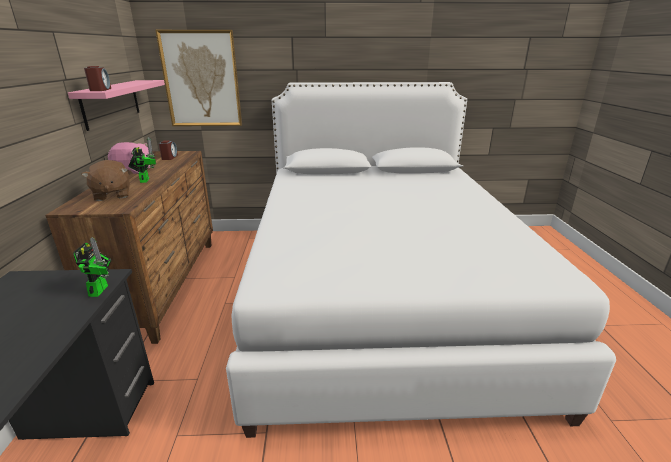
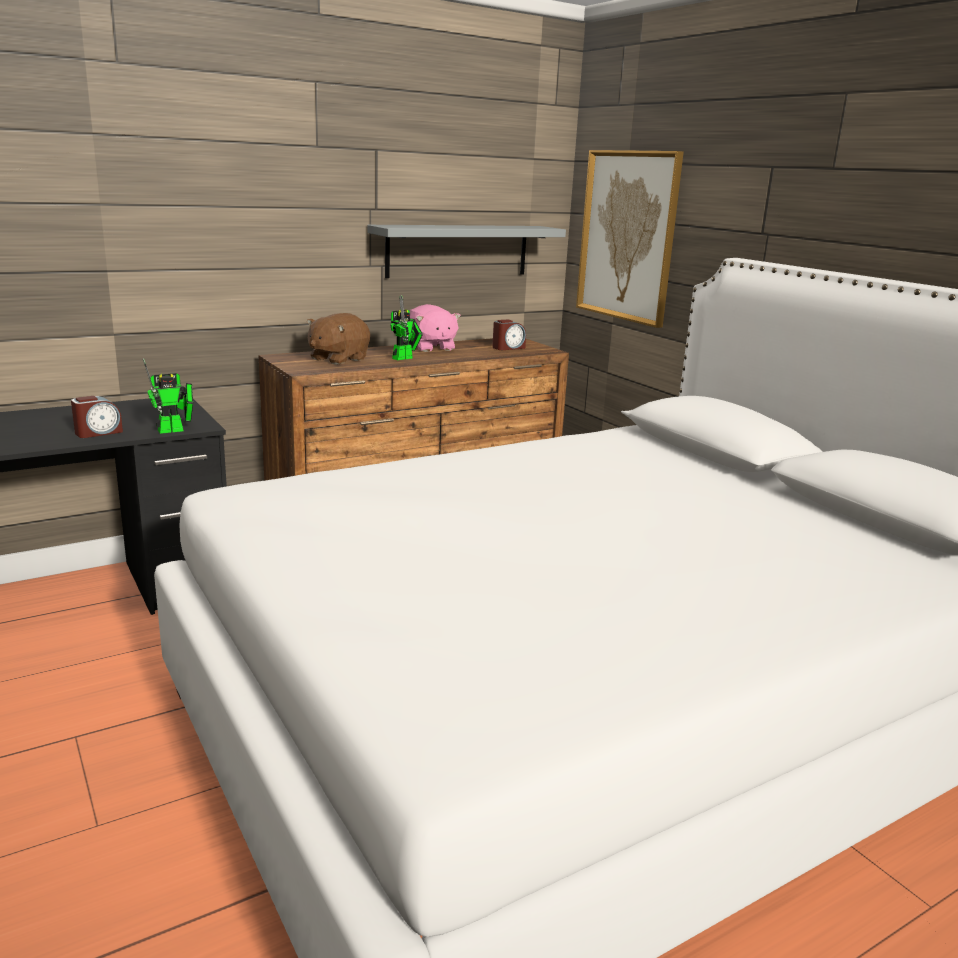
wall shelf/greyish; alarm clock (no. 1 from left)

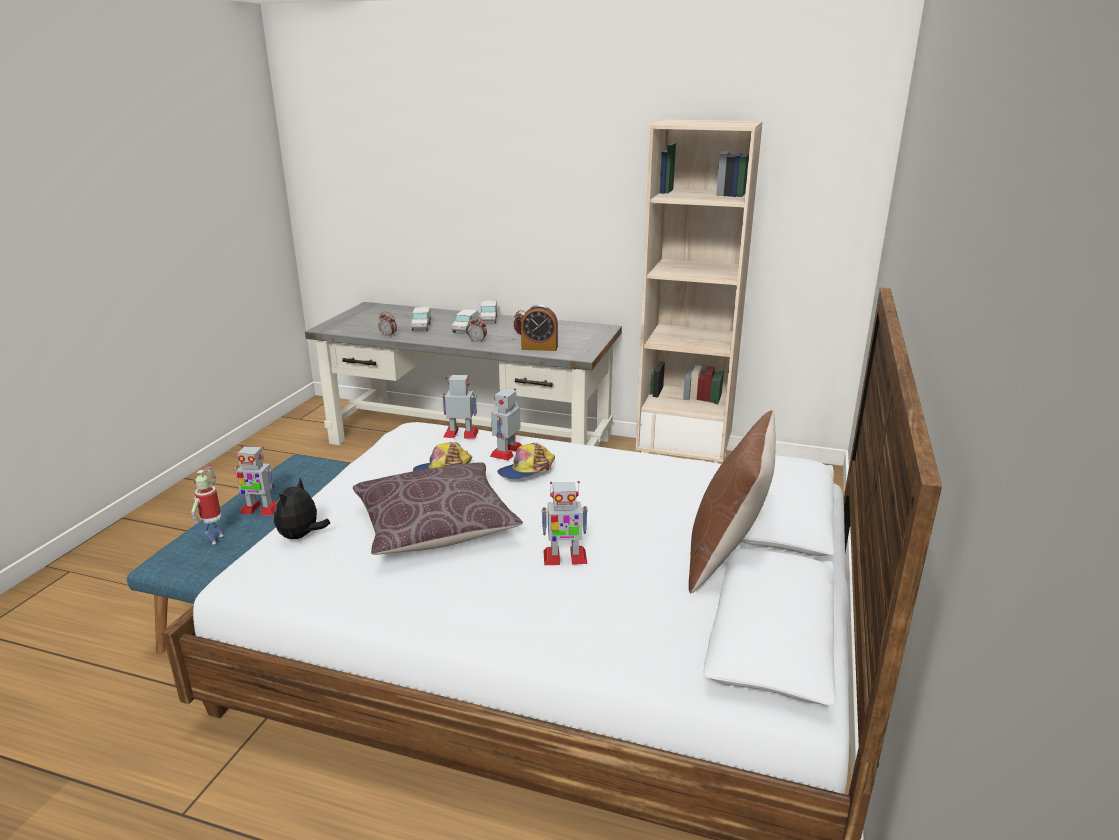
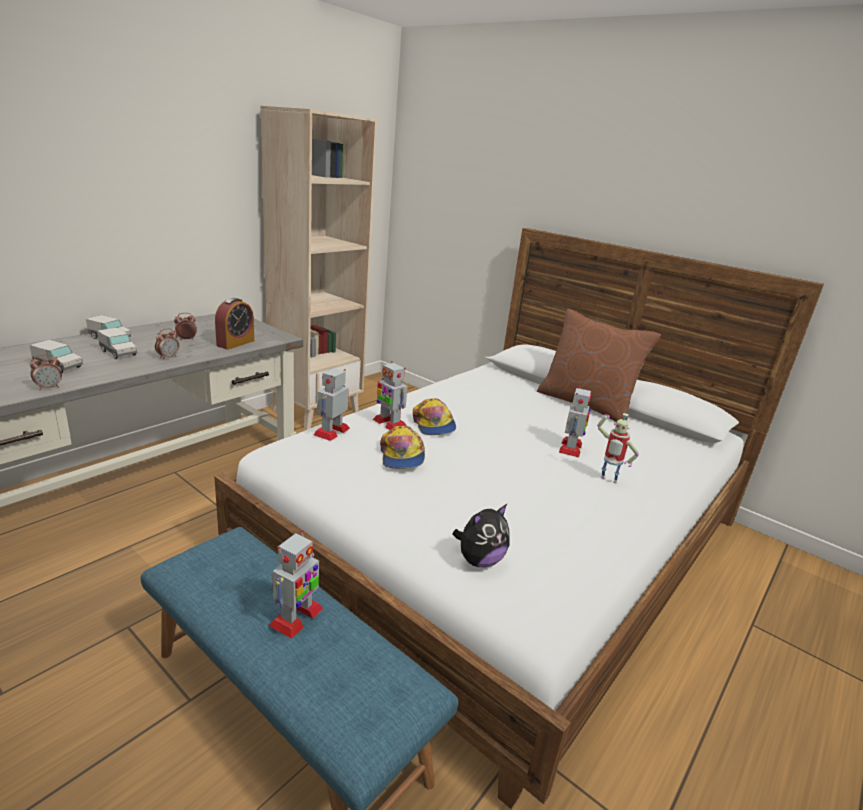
model robot (no. 5 from left); cuddly toy; pillow/brown-coloured (no. 1 from left in the first image)

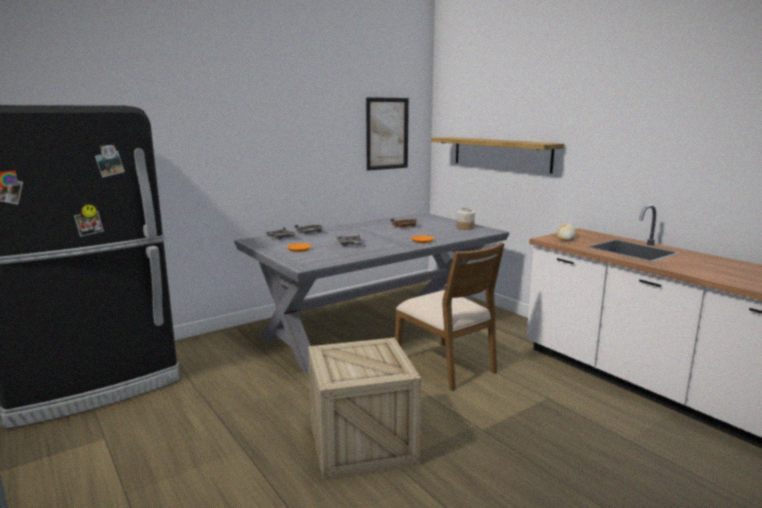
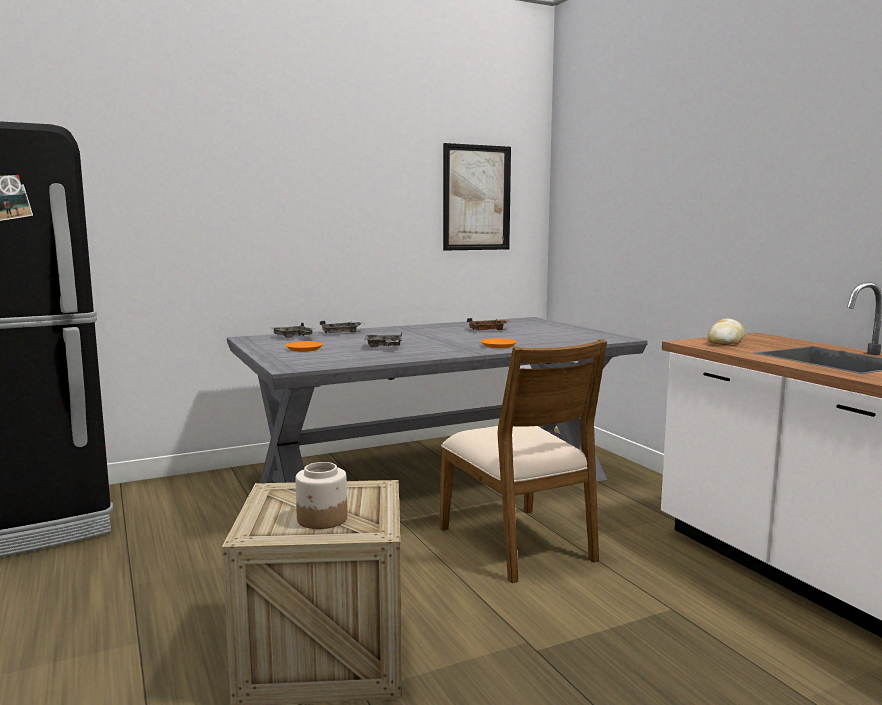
wall shelf; jar

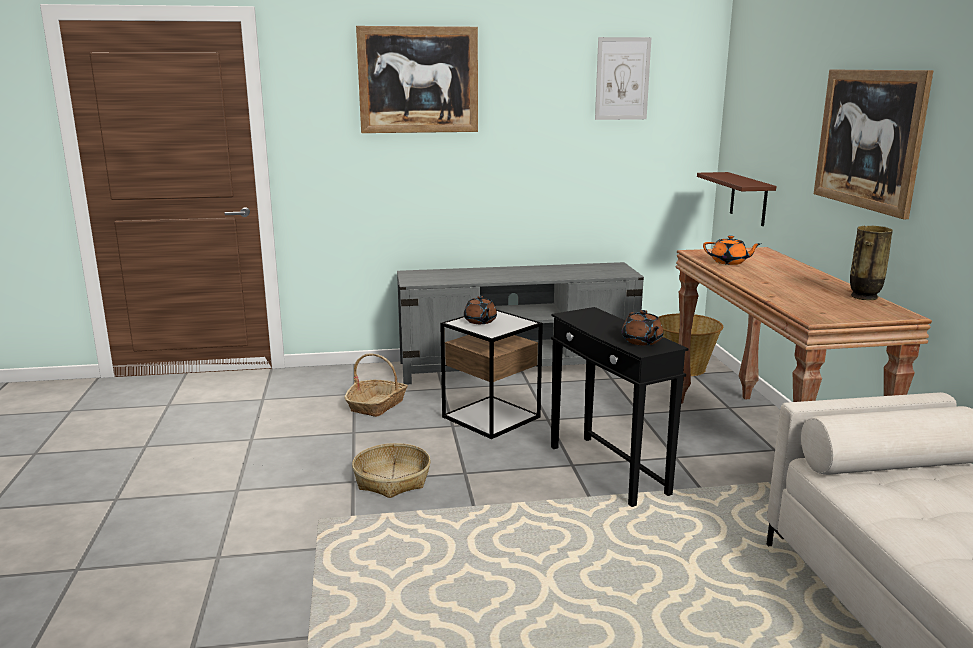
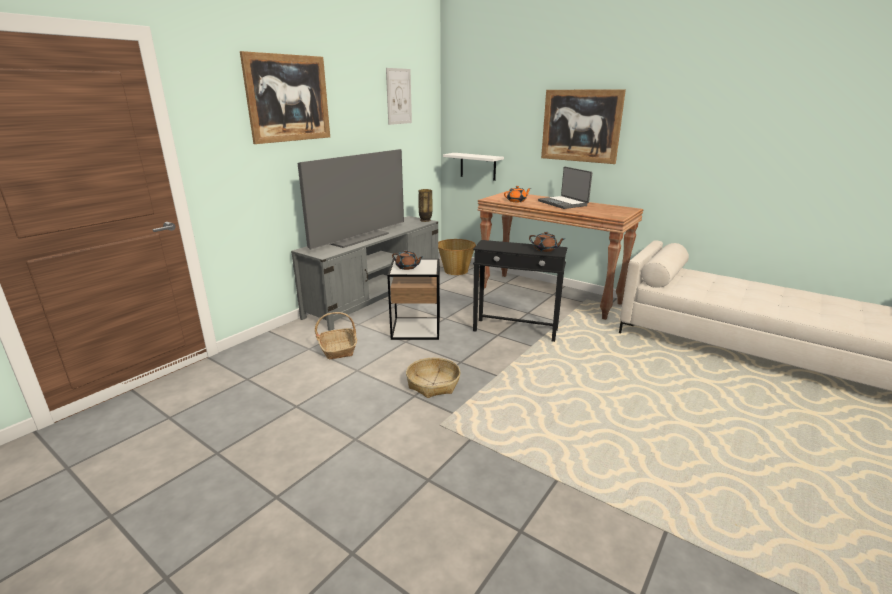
wall shelf/white; vase; TV; notebook computer

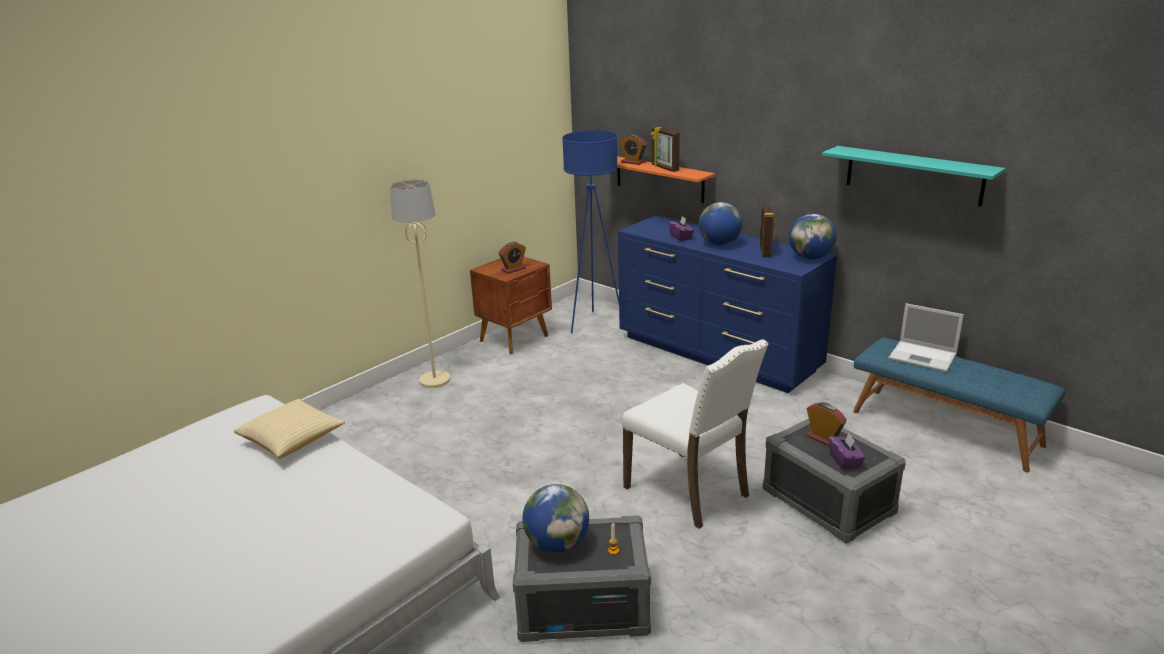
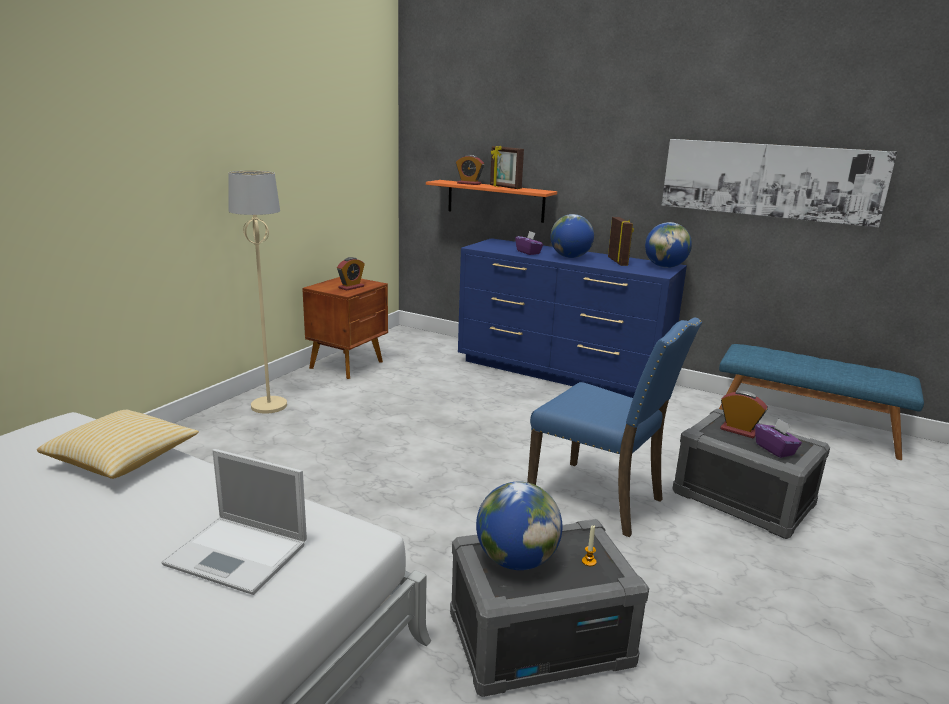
standard lamp/blue; plain chair/blue; wall picture; notebook computer

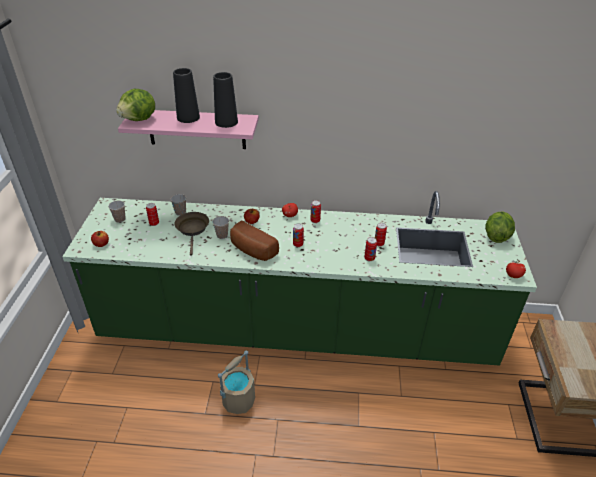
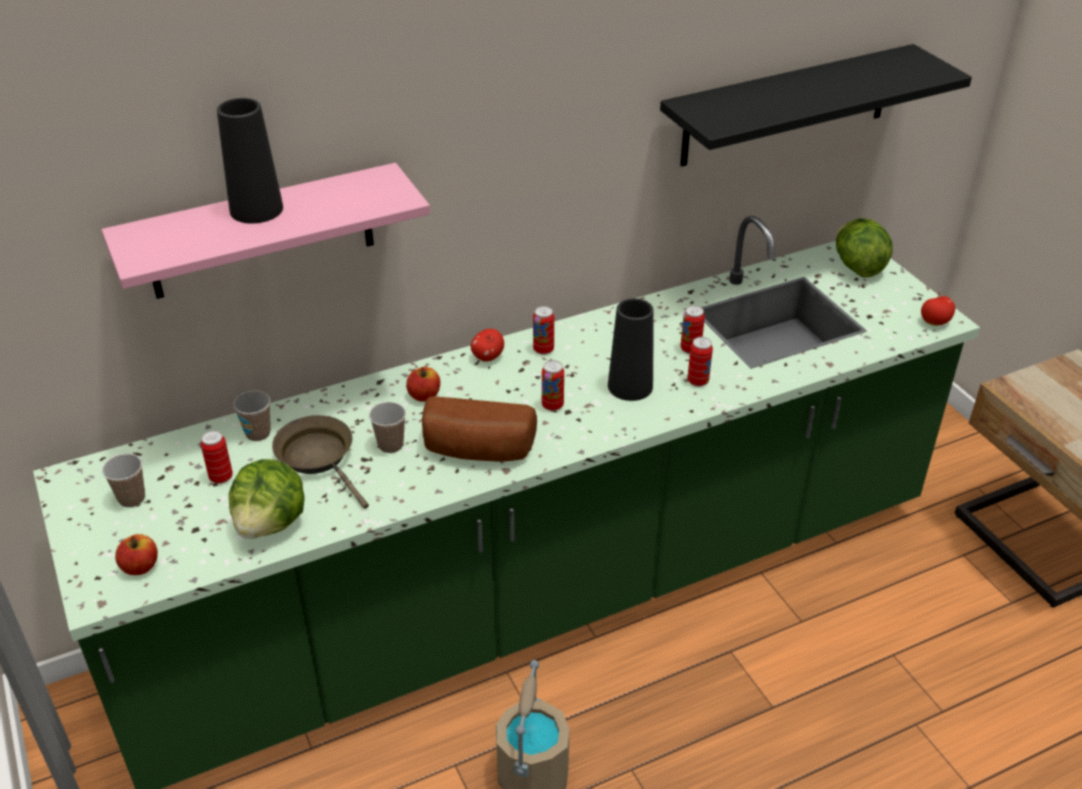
lettuce (no. 1 from left); vase/black (no. 2 from left); wall shelf/black

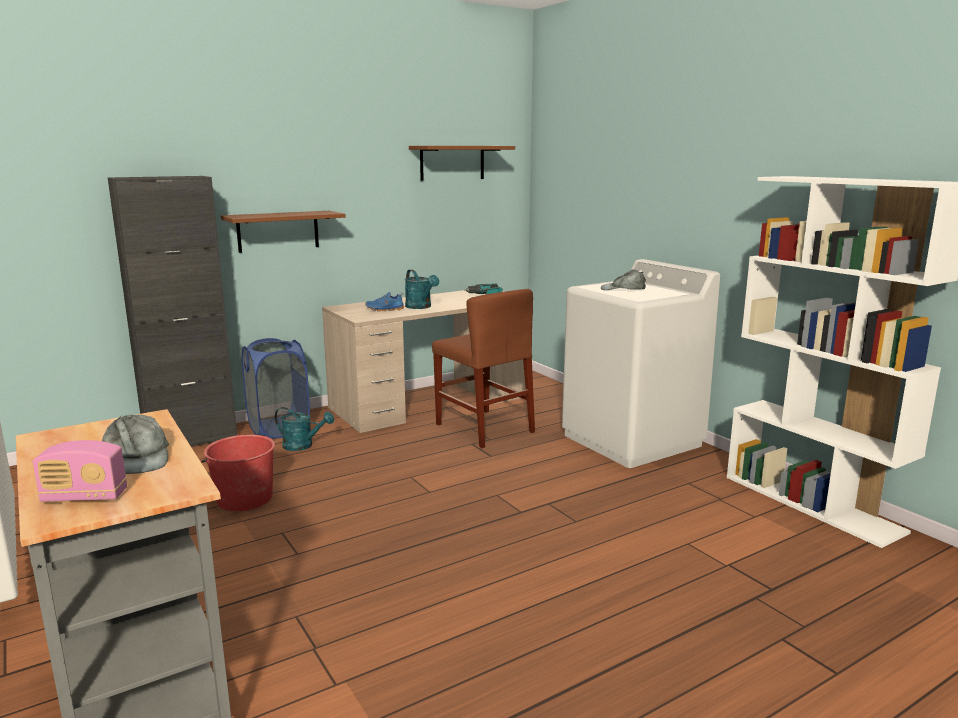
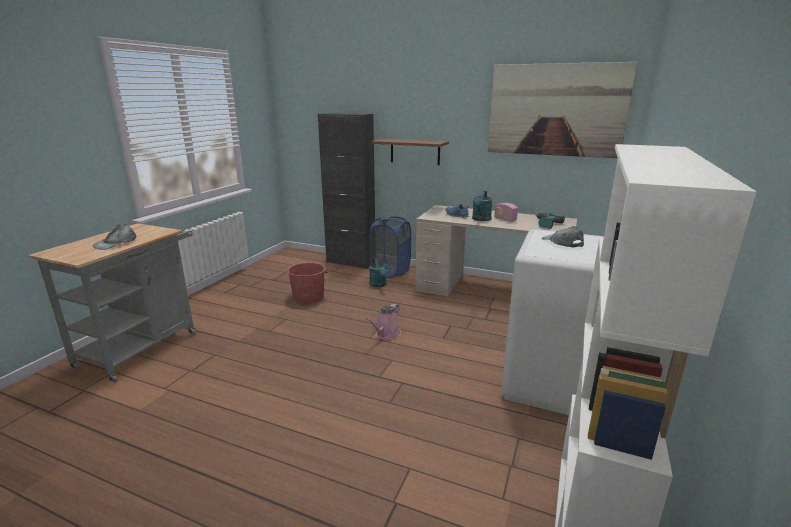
radio receiver; wall picture; plain chair/brown-coloured; watering can/pinkish

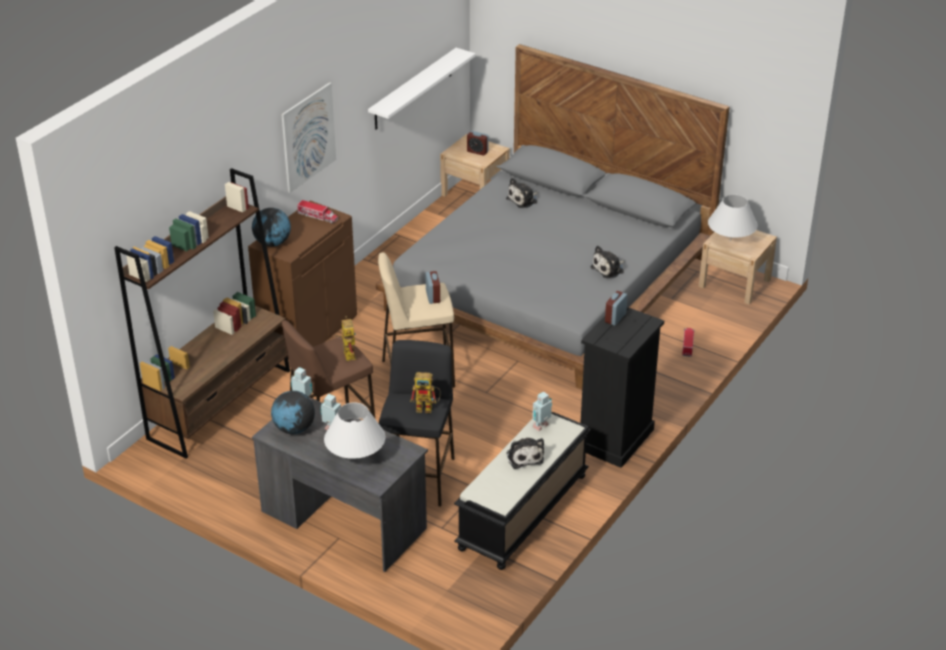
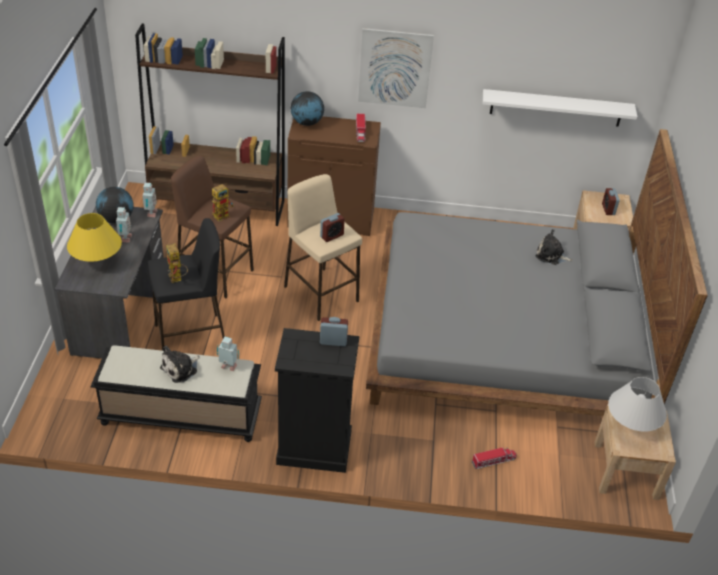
table lamp/yellow; cuddly toy (no. 3 from left in the first image)

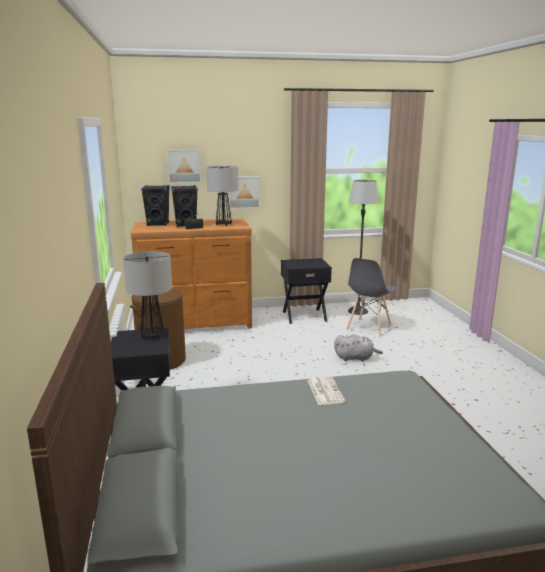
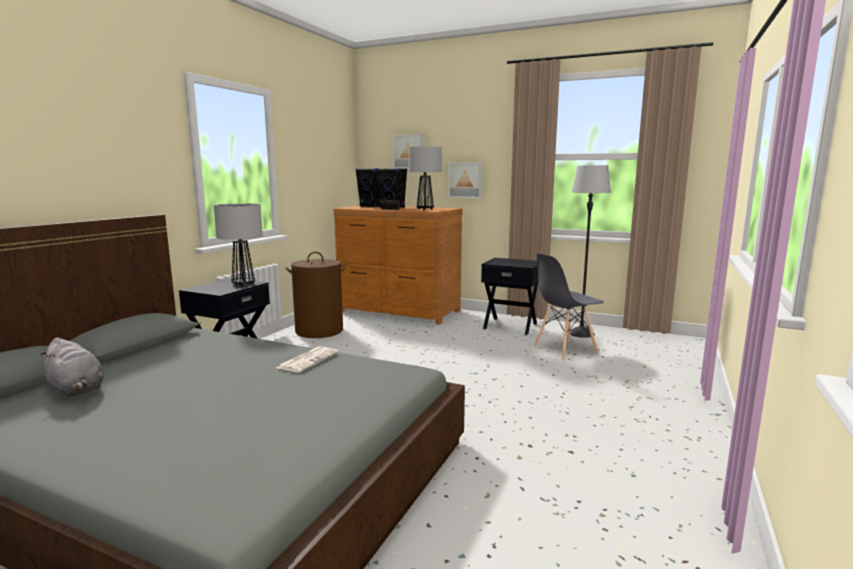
cuddly toy/greyish

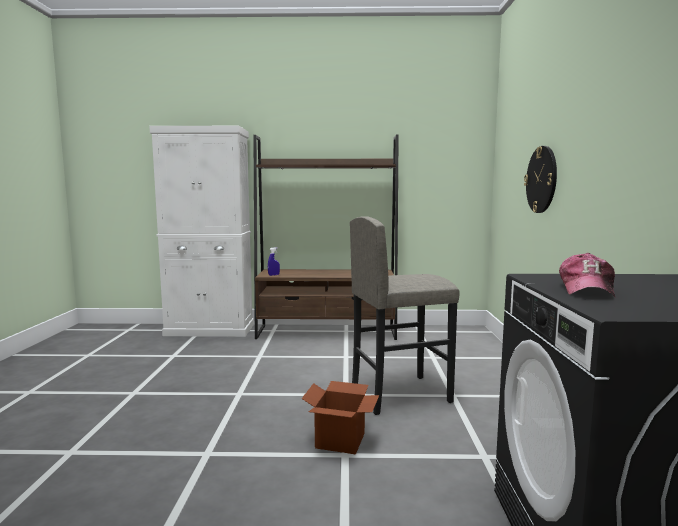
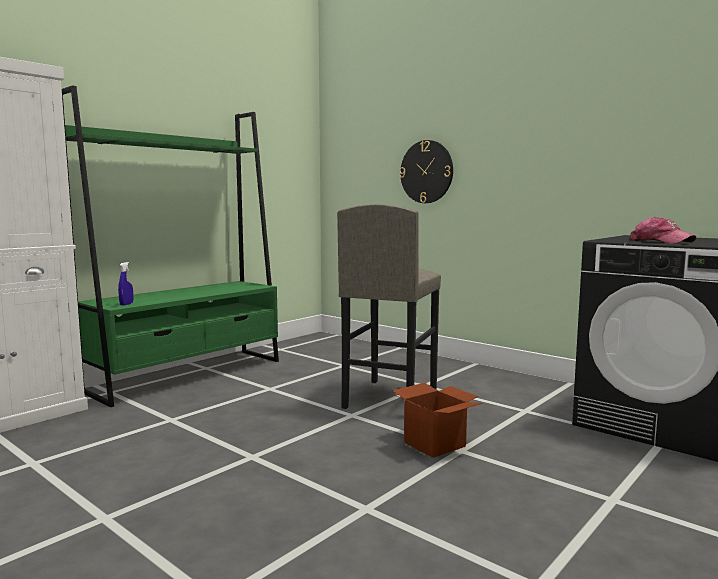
shelving unit/green

